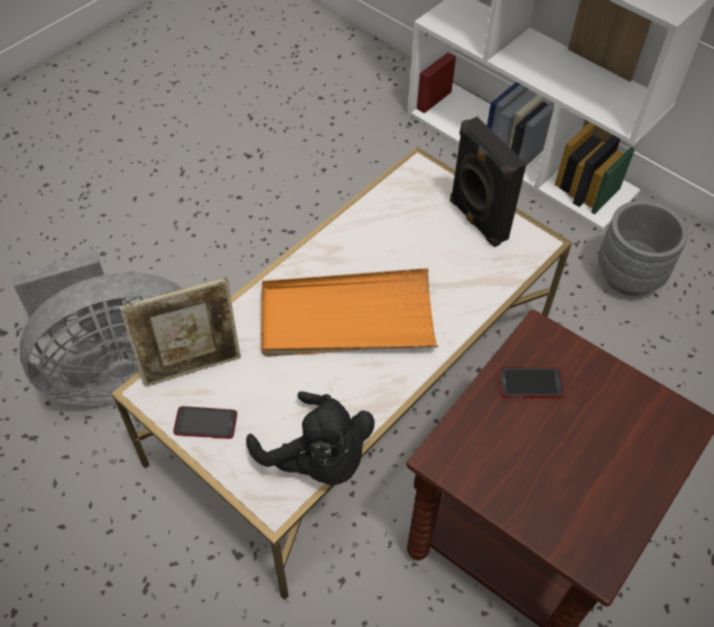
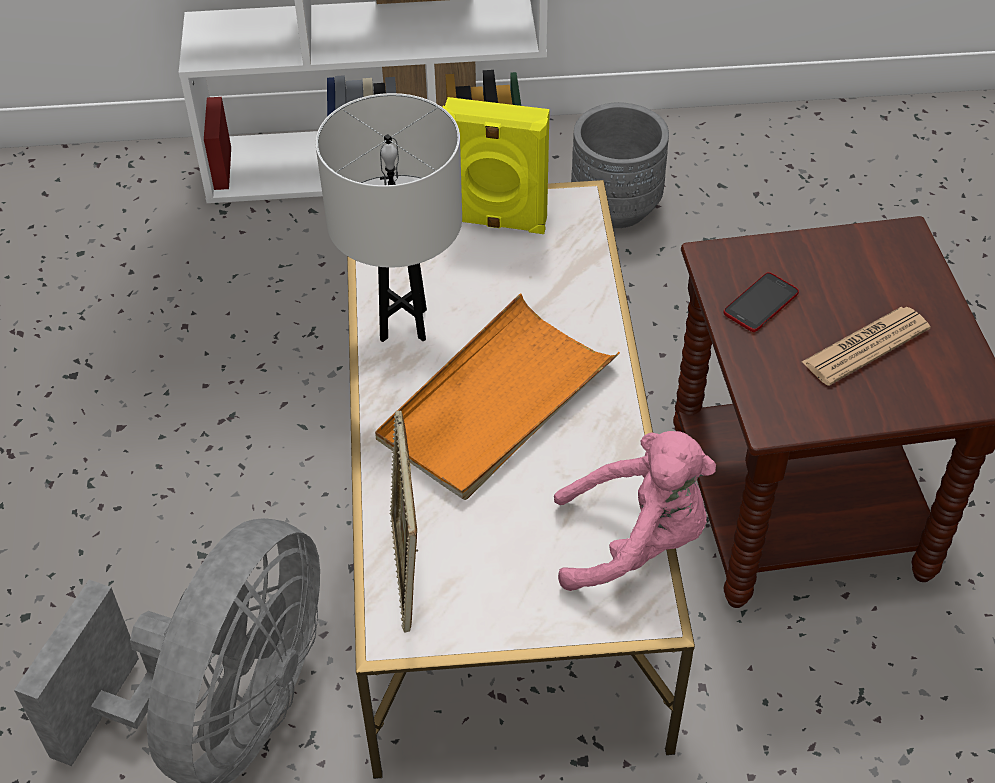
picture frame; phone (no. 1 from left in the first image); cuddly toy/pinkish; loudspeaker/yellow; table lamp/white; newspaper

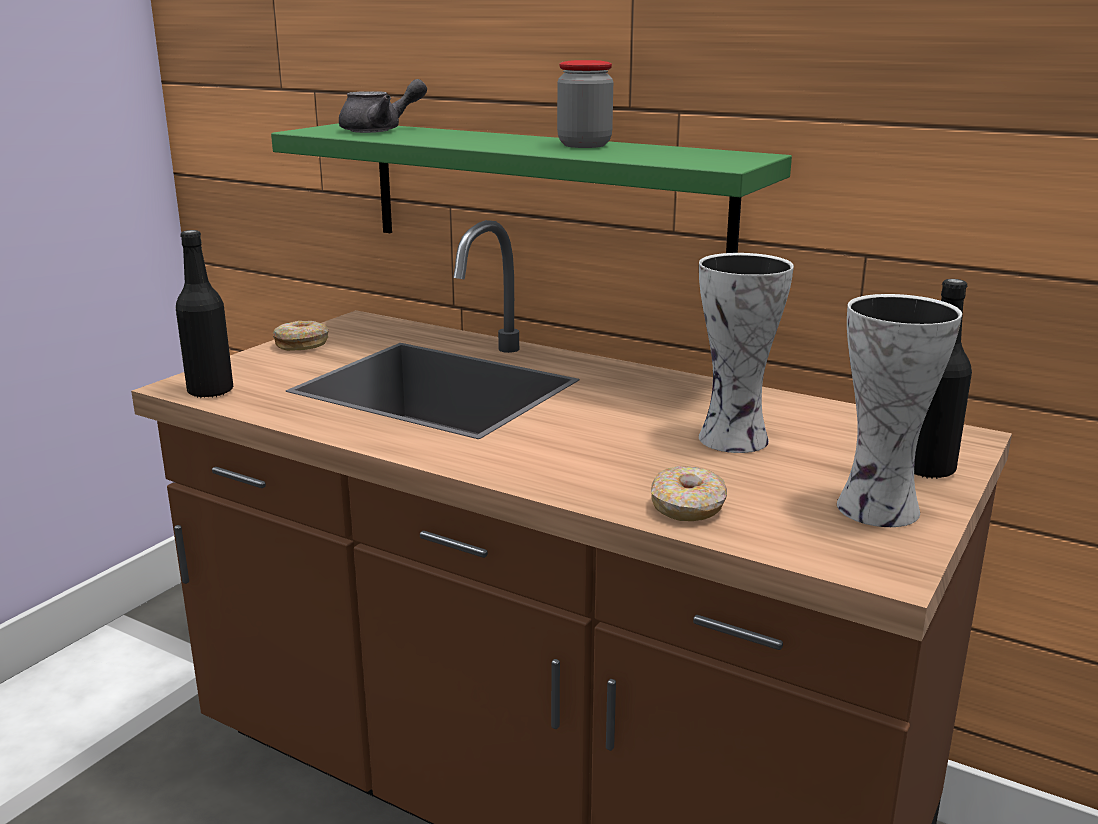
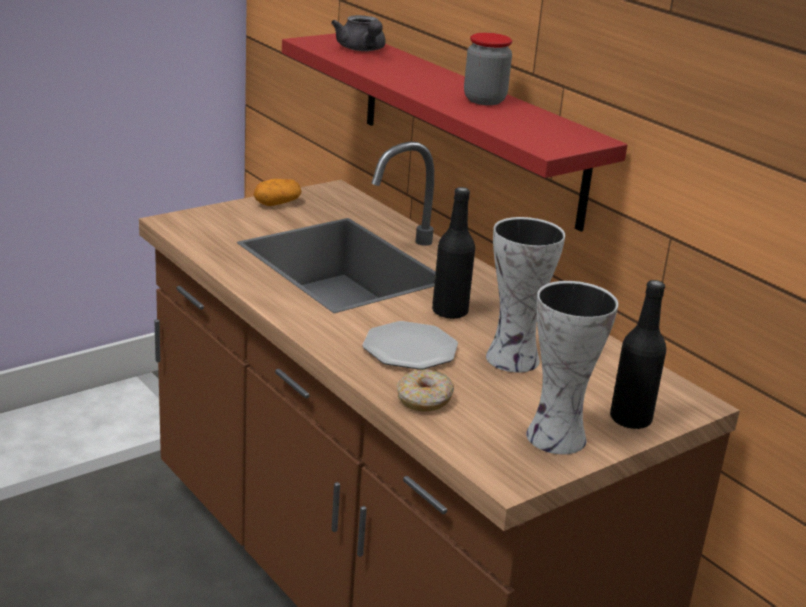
drink bottle/black (no. 1 from left); wall shelf/red-coloured; spud; teapot/greyish; flat dish

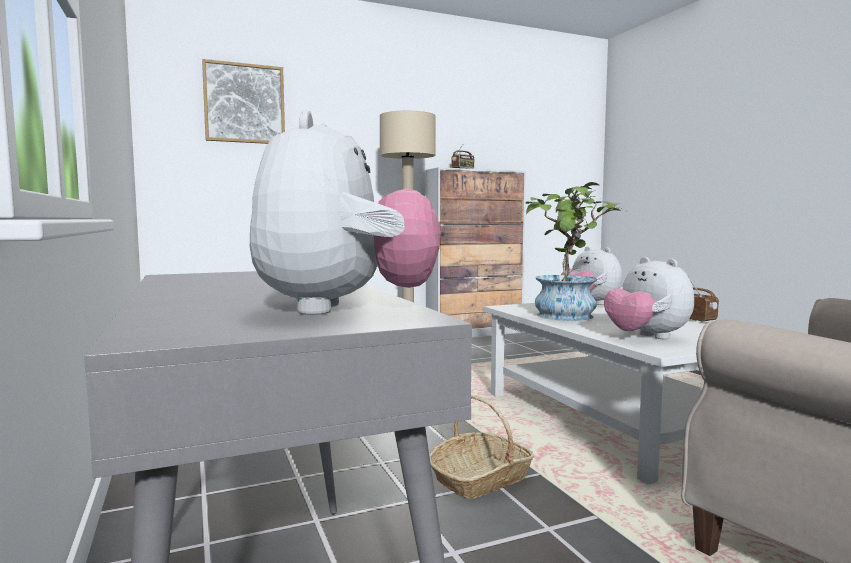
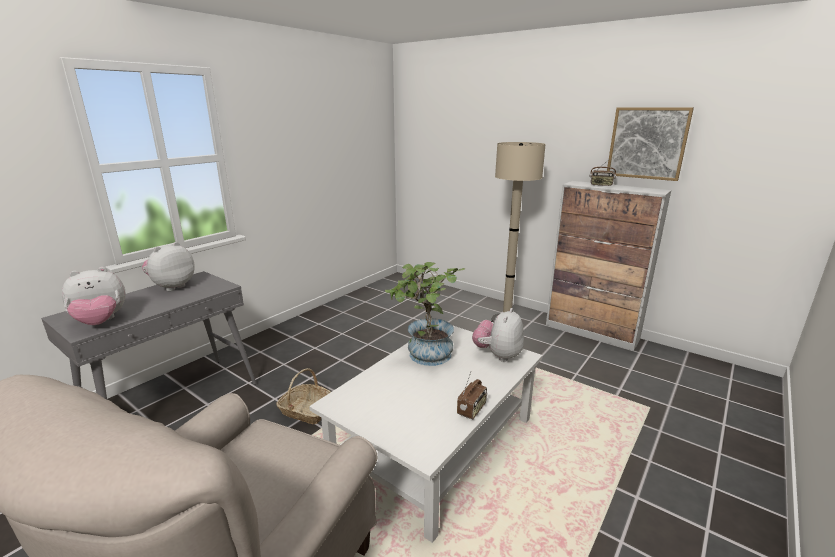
wall picture; cuddly toy (no. 2 from left)

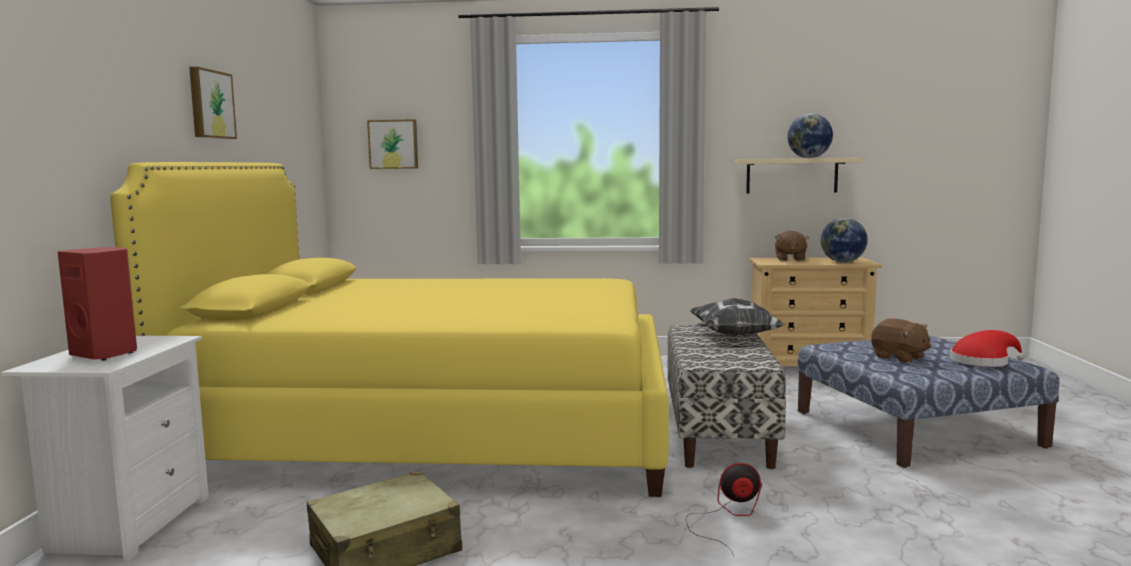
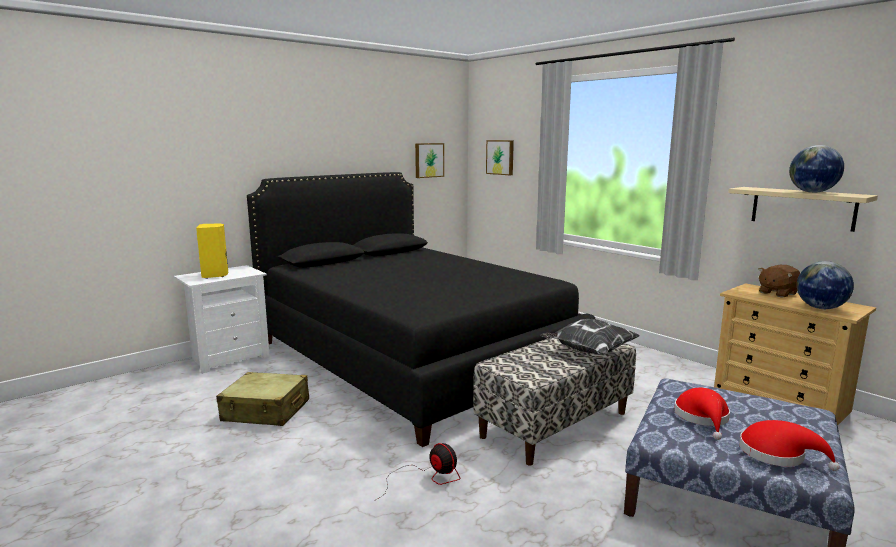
loudspeaker/yellow; bed/black; wall picture (no. 1 from left); hat/red-coloured (no. 1 from left)

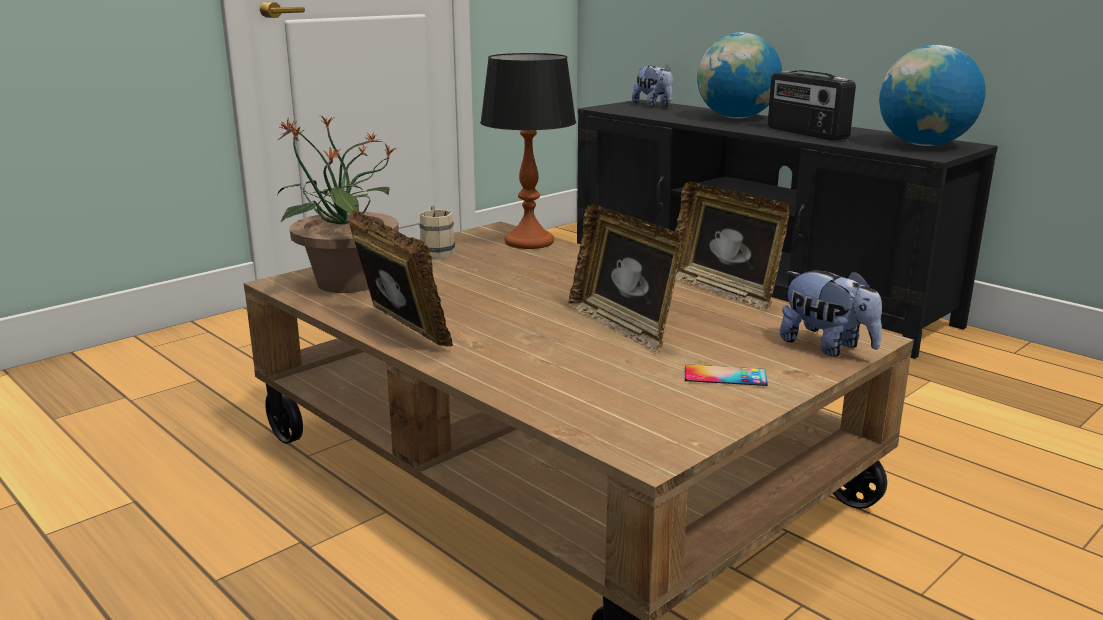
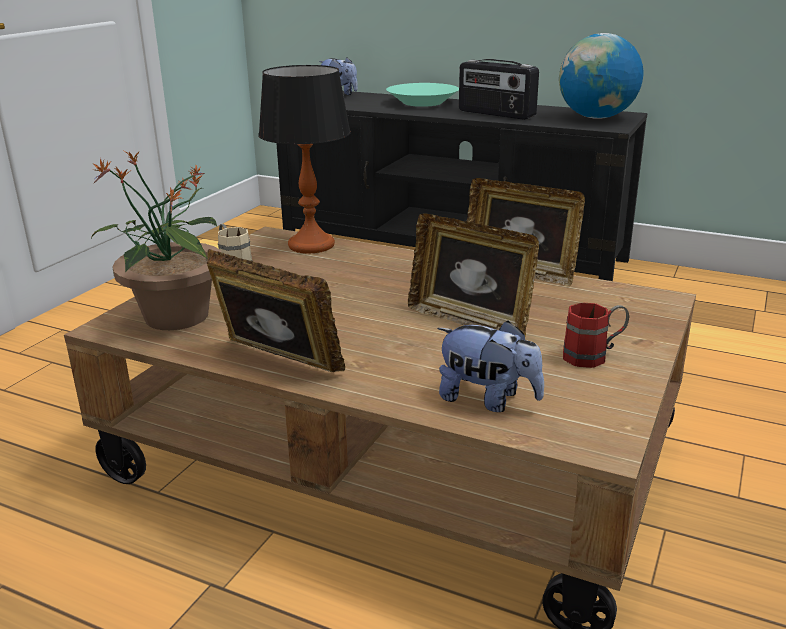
coffee mug/red-coloured; serving bowl/turquoise; cuddly toy (no. 2 from left)

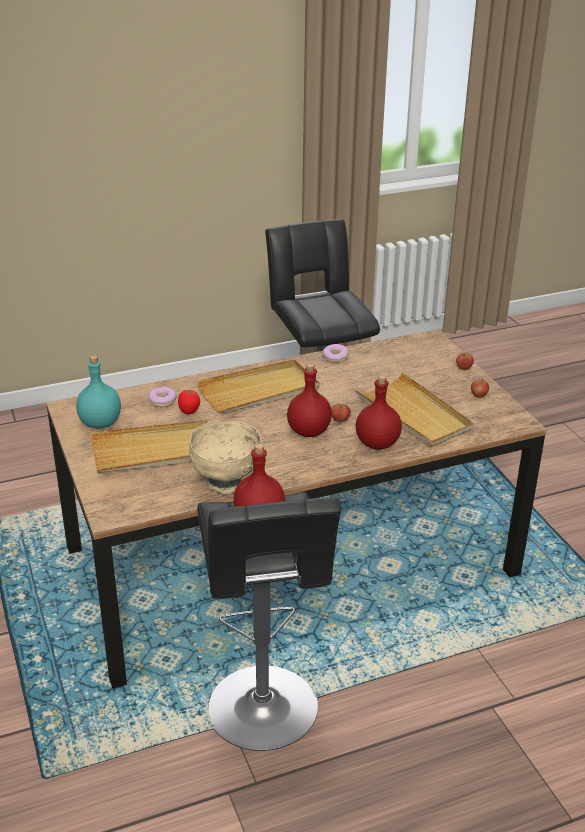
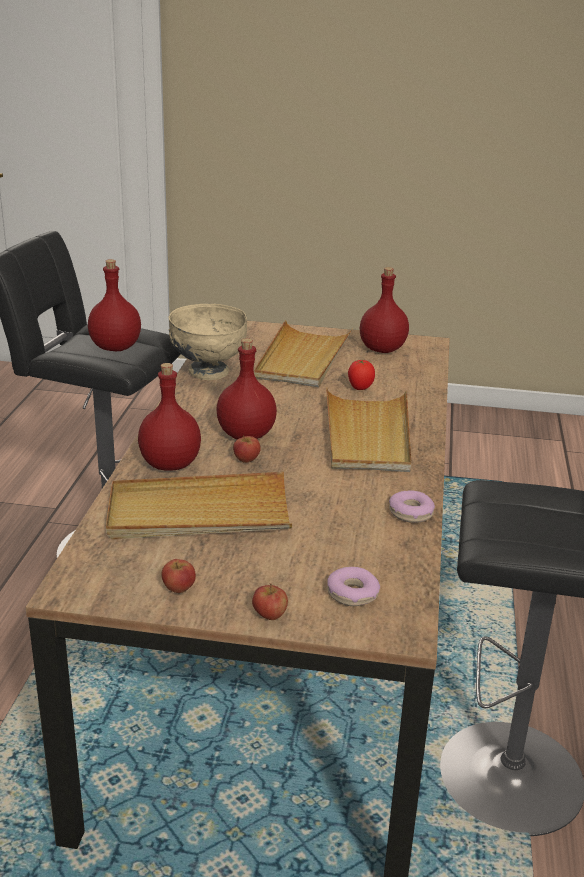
drink bottle/red-coloured (no. 4 from left); donut (no. 1 from left)

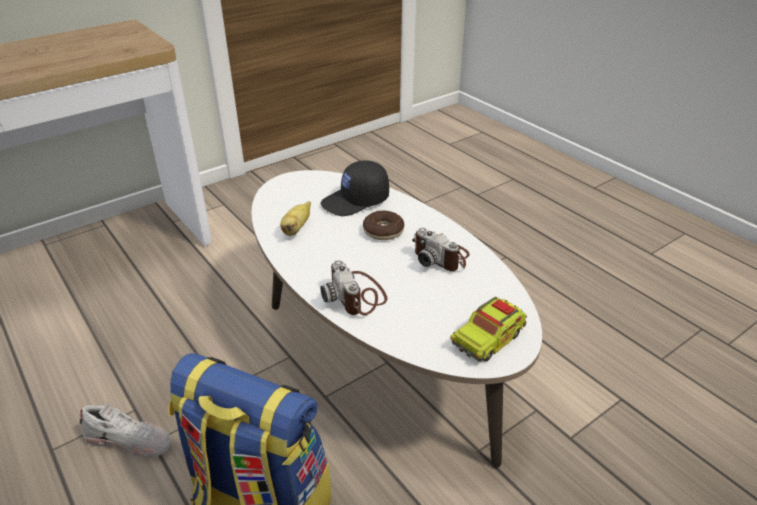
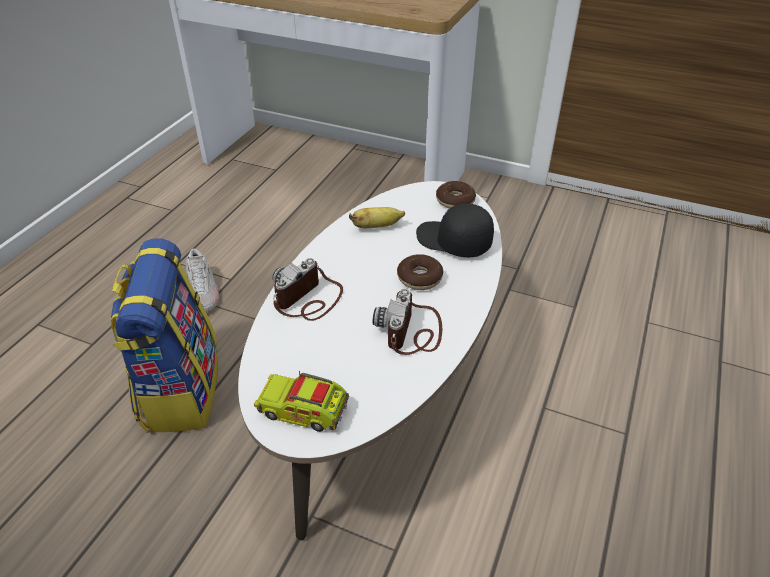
donut (no. 2 from left)

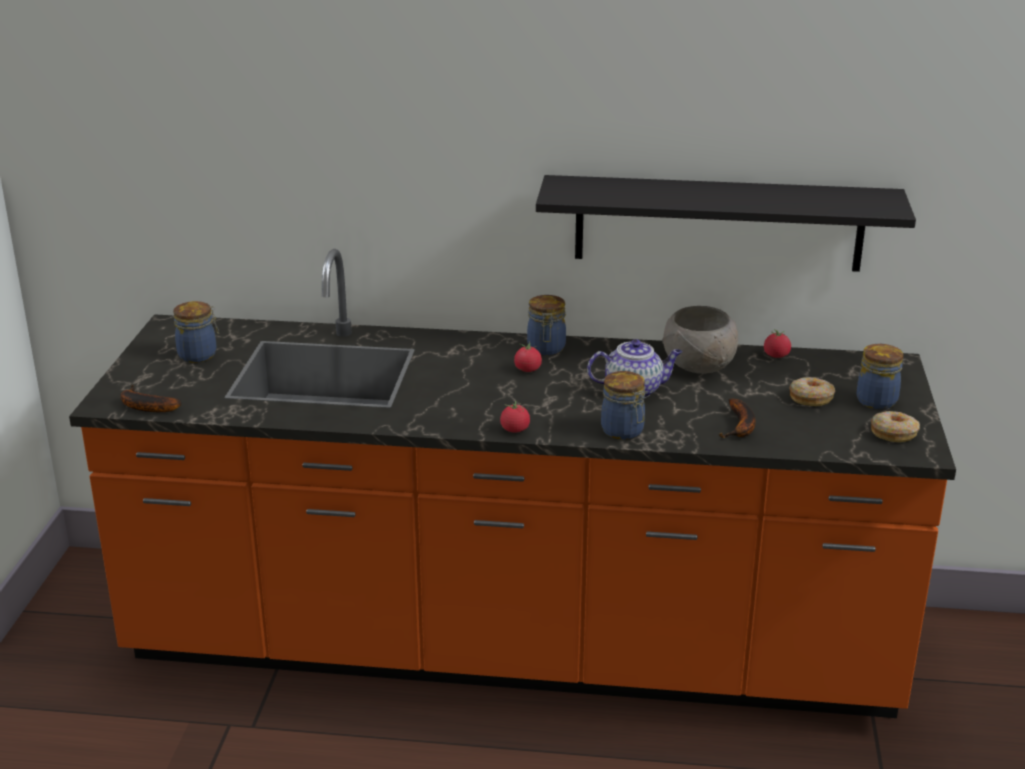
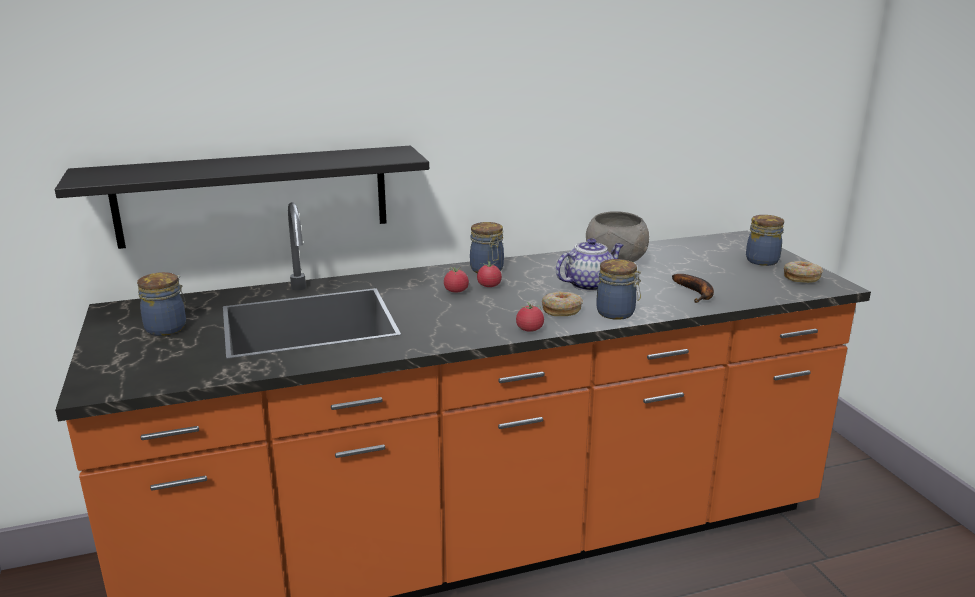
banana (no. 1 from left in the first image); wall shelf/black; whole tomato (no. 1 from left); donut (no. 1 from left)

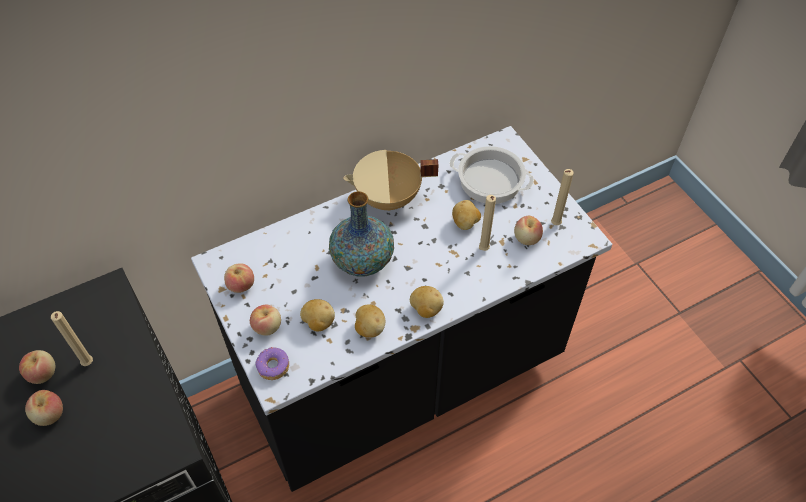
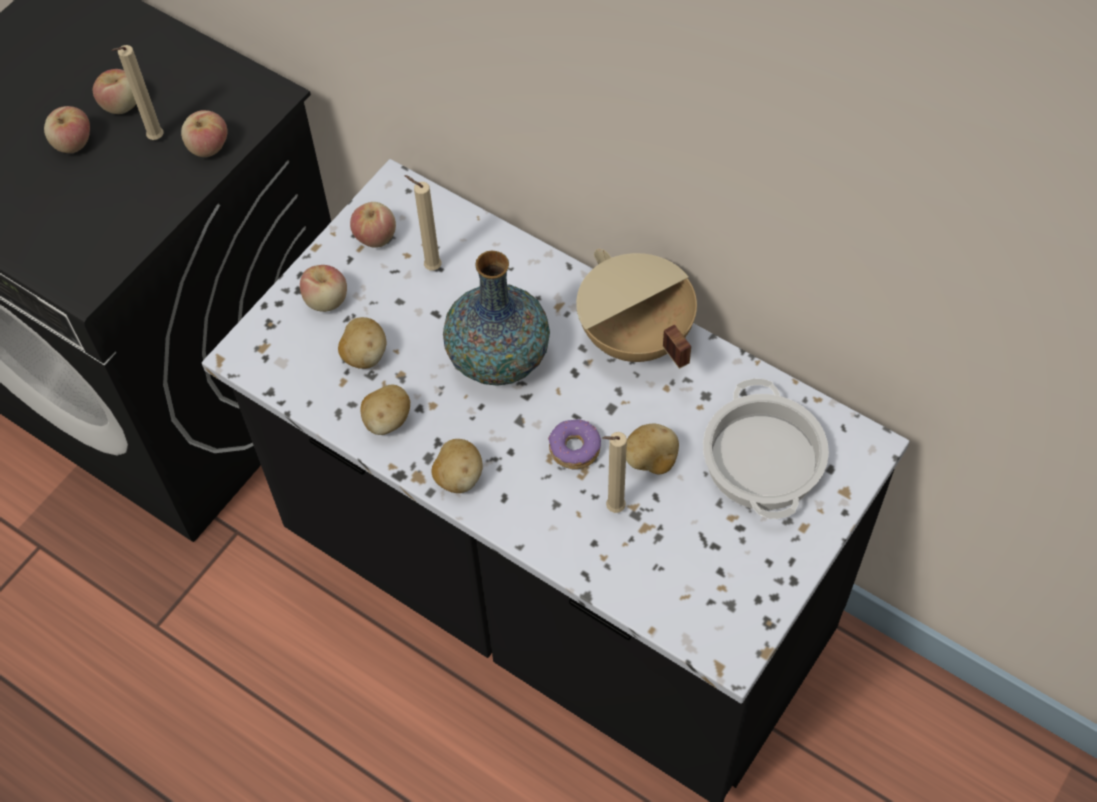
donut; apple (no. 3 from left); wax light/beige (no. 2 from left)

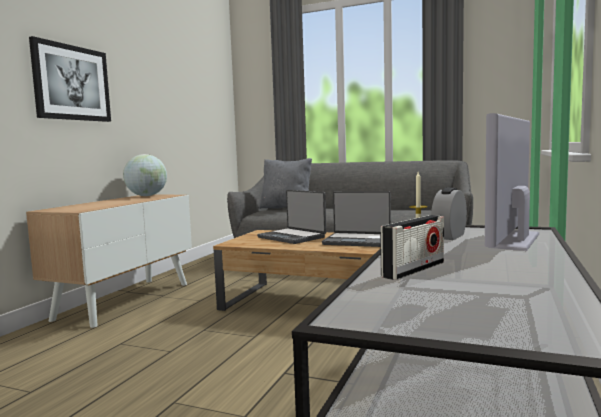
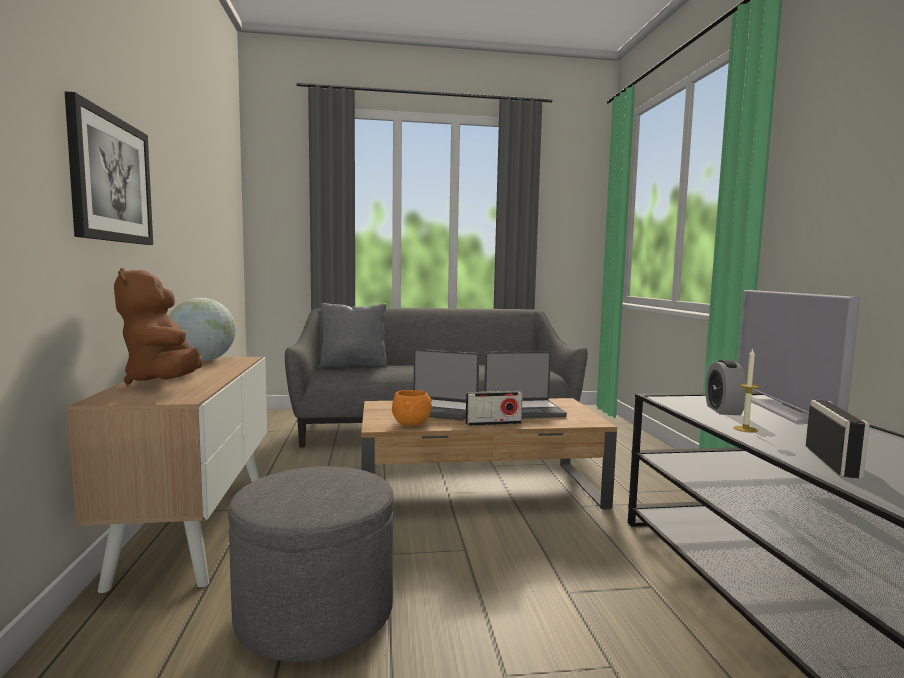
cuddly toy/brown-coloured; pouffe/greyish; serving bowl/orange; radio receiver (no. 1 from left)

